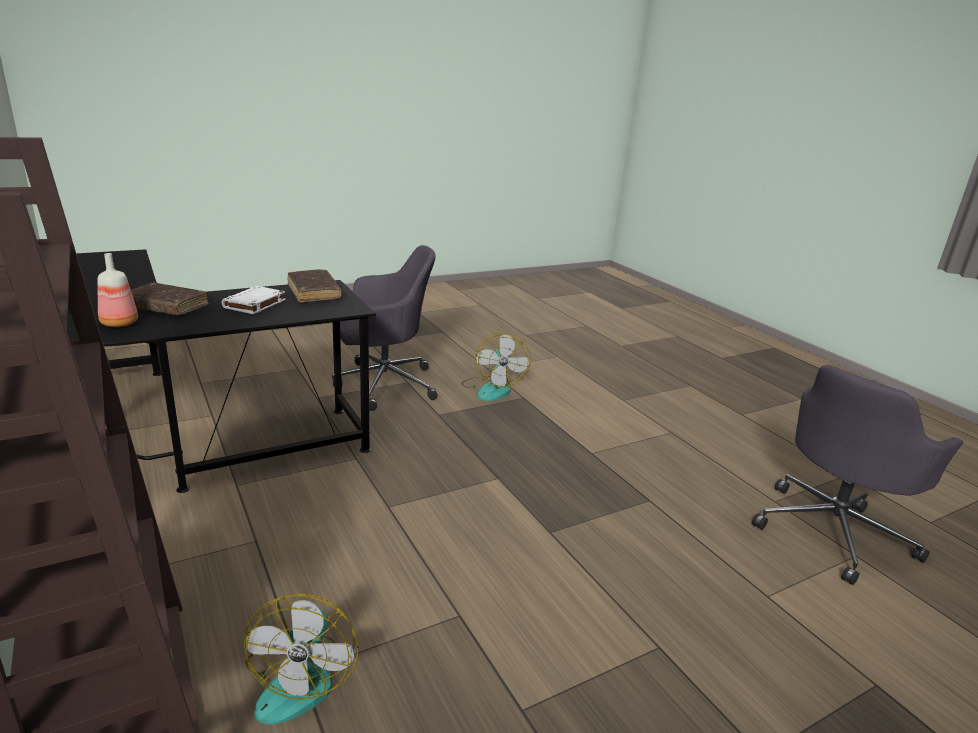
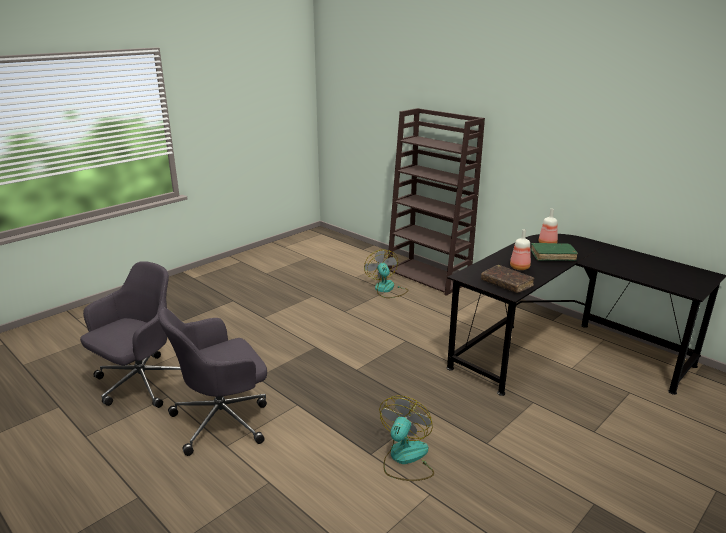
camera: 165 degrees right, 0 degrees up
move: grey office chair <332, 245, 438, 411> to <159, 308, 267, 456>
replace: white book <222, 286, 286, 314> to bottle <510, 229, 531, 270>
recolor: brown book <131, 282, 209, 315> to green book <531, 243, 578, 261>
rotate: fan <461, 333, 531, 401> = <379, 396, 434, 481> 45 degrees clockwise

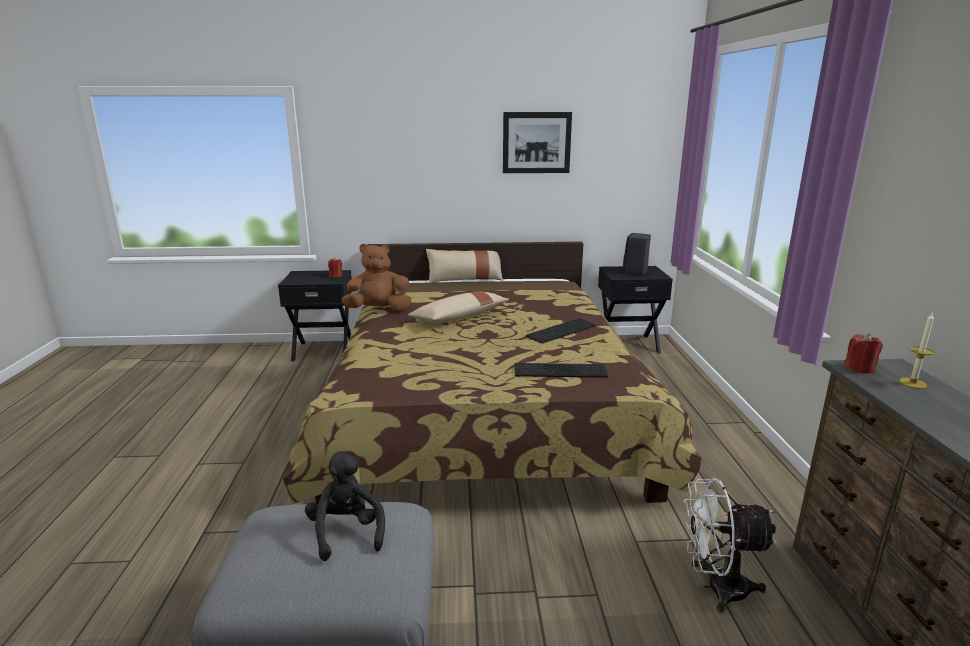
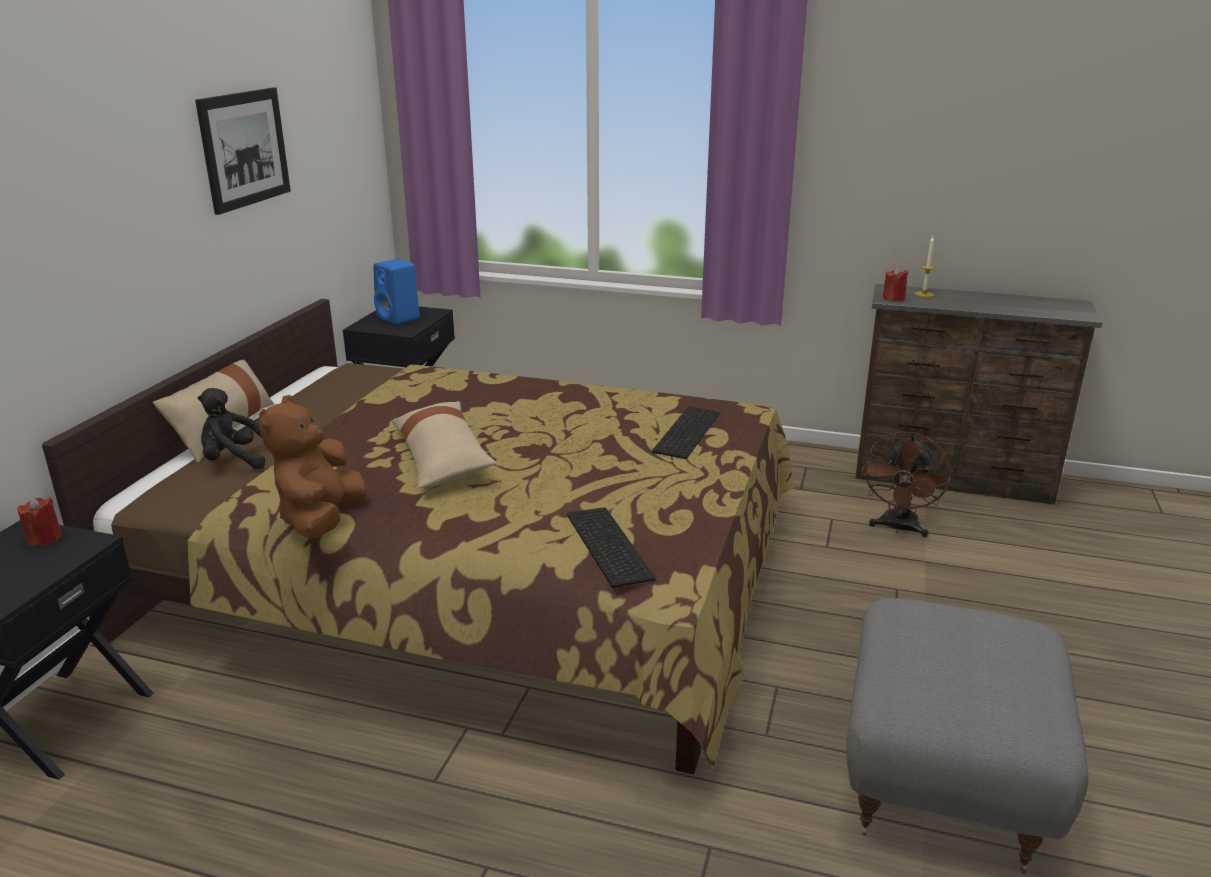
camera: 70 degrees left, 5 degrees up
move: black plush toy <305, 451, 385, 561> to <198, 388, 265, 470>; keyboard <526, 318, 596, 344> to <567, 507, 656, 588>
recolor: black speaker <623, 233, 651, 275> to blue speaker <373, 259, 420, 324>; white fan <683, 478, 777, 613> to brown fan <861, 432, 951, 537>

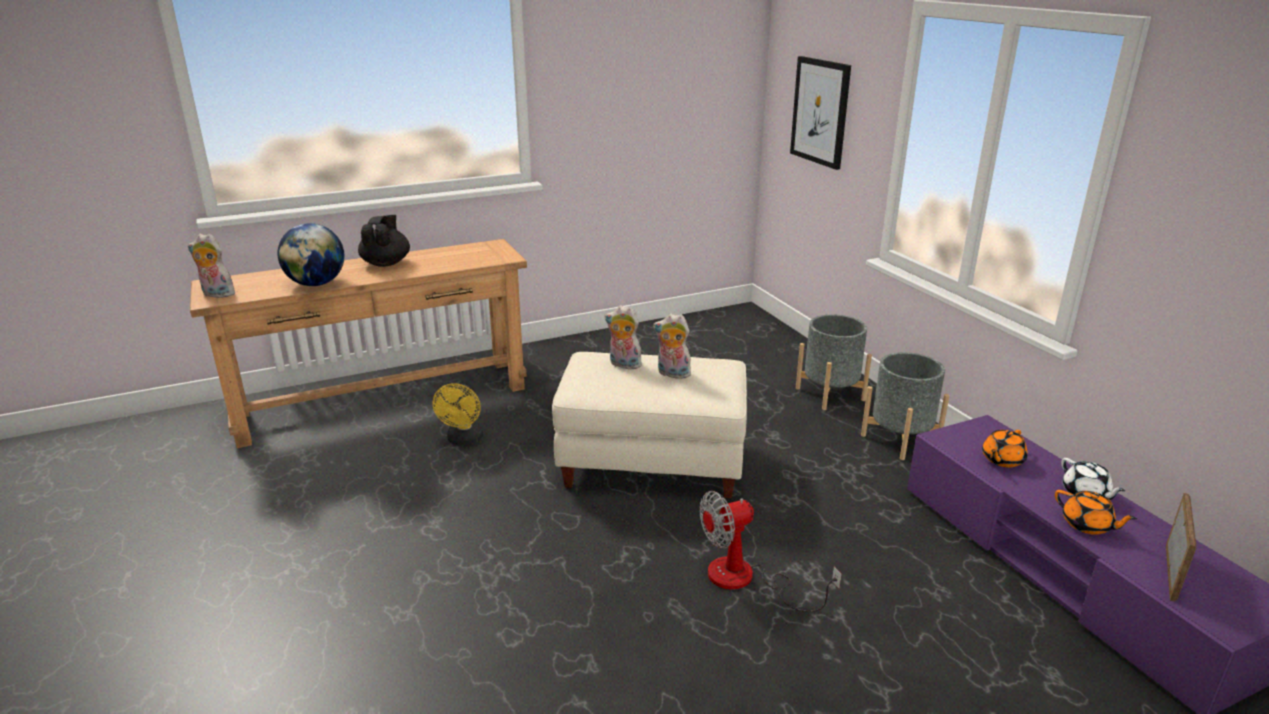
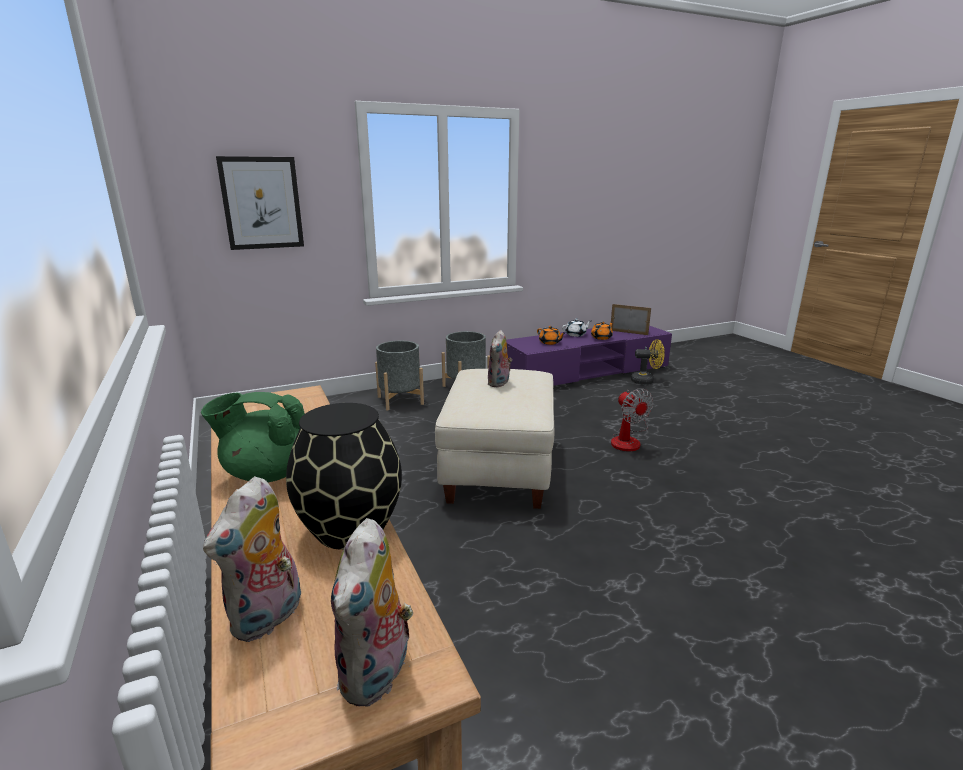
camera: 90 degrees left, 5 degrees down
move: yellow fan <433, 383, 483, 445> to <631, 339, 665, 384>; plush toy <605, 305, 642, 369> to <203, 476, 301, 642>
replace: globe <277, 223, 344, 286> to black vase <286, 403, 402, 550>
recolor: black teapot <358, 215, 410, 267> to green teapot <201, 392, 305, 482>

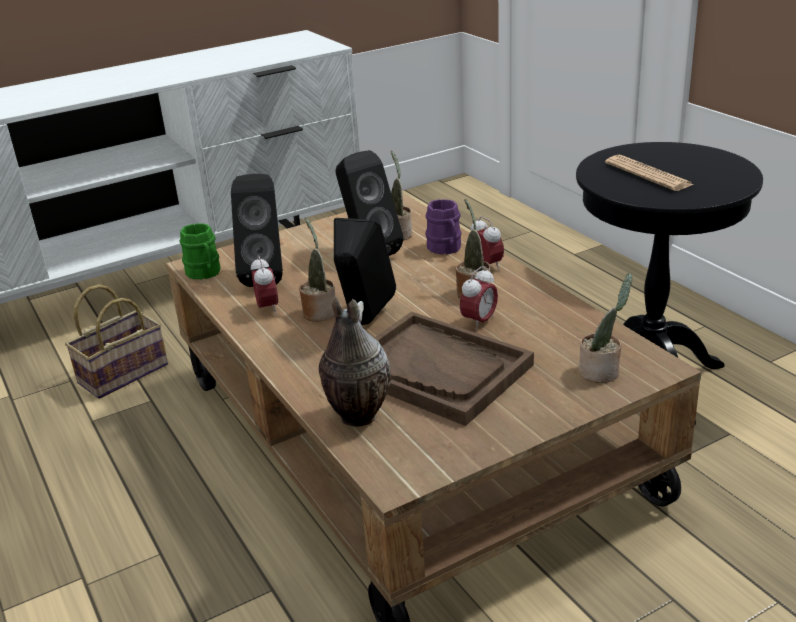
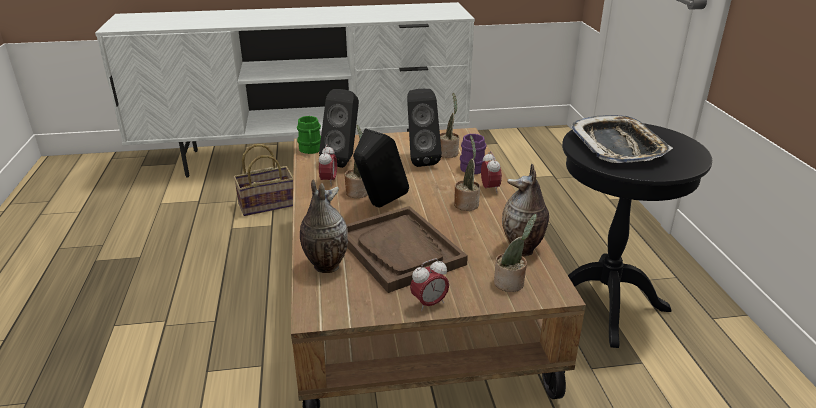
camera: 20 degrees right, 0 degrees up
insert: vase <502, 164, 549, 256>
move: alarm clock <460, 266, 498, 331> to <410, 259, 449, 312>
replace: newspaper <605, 155, 694, 191> to tray <570, 115, 673, 163>

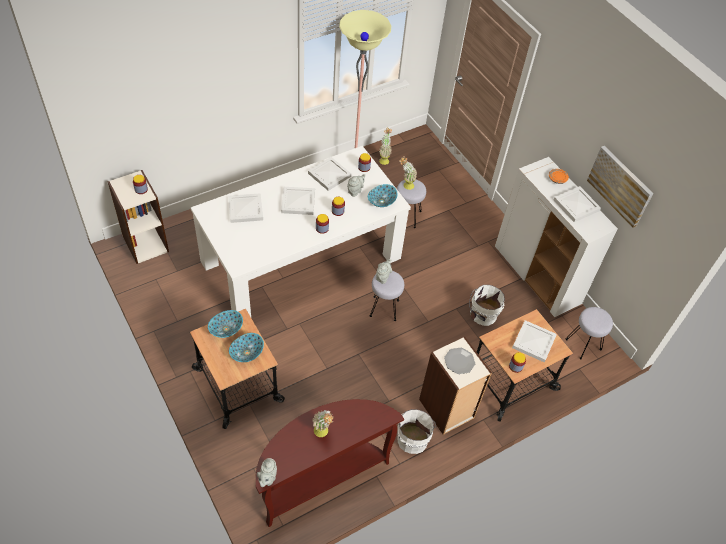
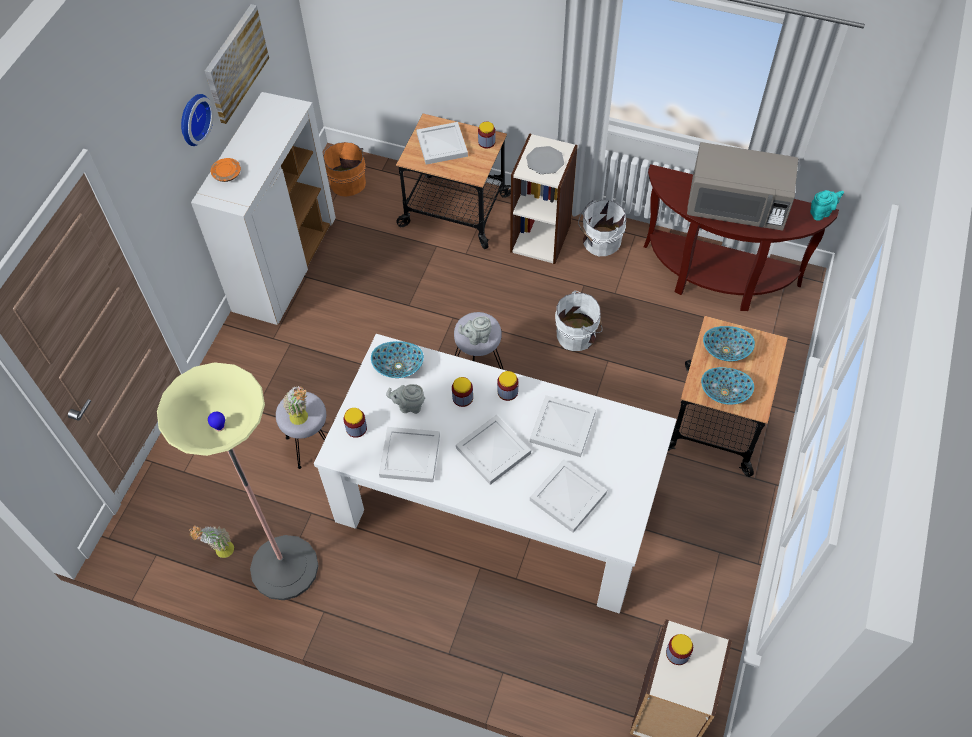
camera: 125 degrees left, 5 degrees up
insert: wall clock <181, 94, 214, 146>
move: white bucket <469, 285, 505, 326> to <555, 291, 603, 351>; white tray <554, 186, 601, 222> to <530, 395, 596, 457>
replace: potted plant <312, 411, 334, 437> to grey microwave <687, 142, 798, 231>; grey stool <566, 307, 613, 359> to orange bucket <323, 142, 366, 197>
recolor: grey teapot <257, 458, 277, 487> to turquoise teapot <810, 190, 844, 221>

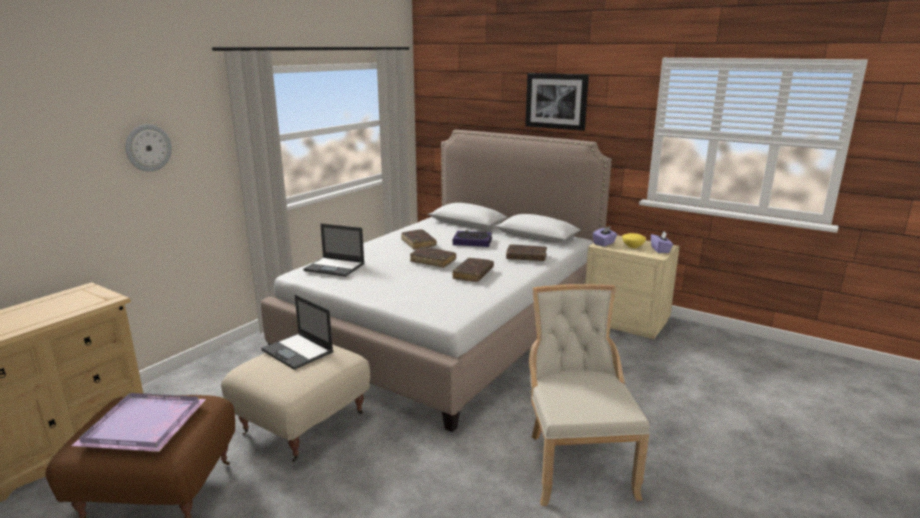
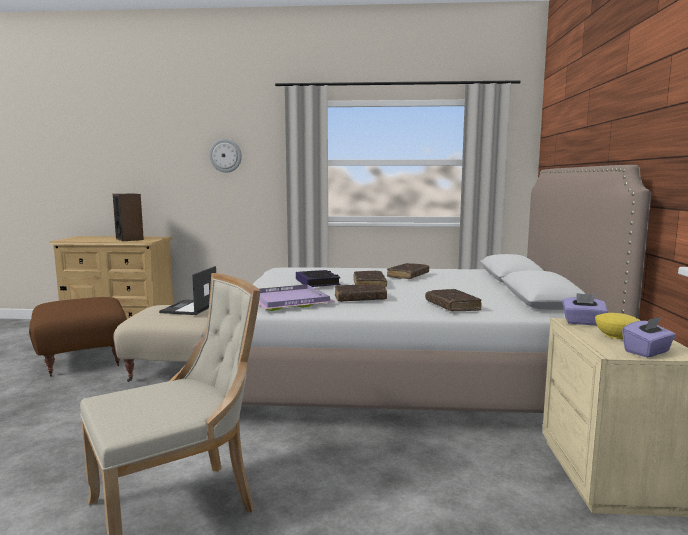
camera: 60 degrees right, 10 degrees down
delete: laptop <303, 223, 365, 277>; picture <525, 73, 589, 131>
insert: speaker <113, 194, 144, 241>
move: purple tray <72, 393, 206, 452> to <259, 284, 336, 311>; book <453, 230, 492, 247> to <296, 270, 340, 287>

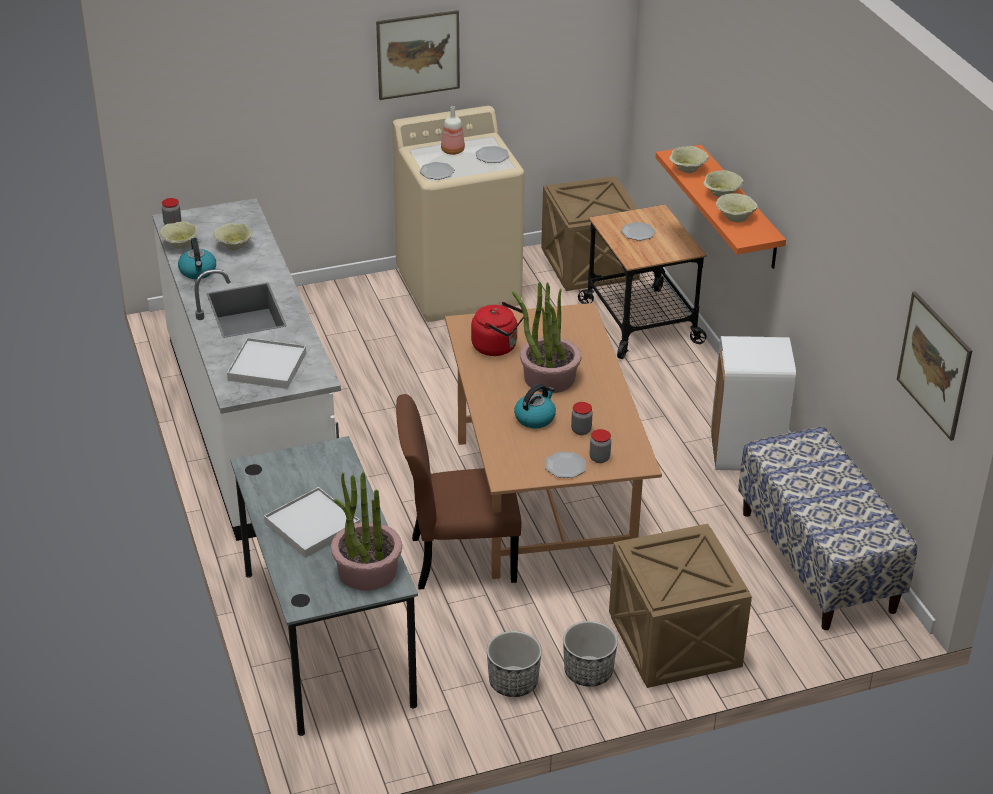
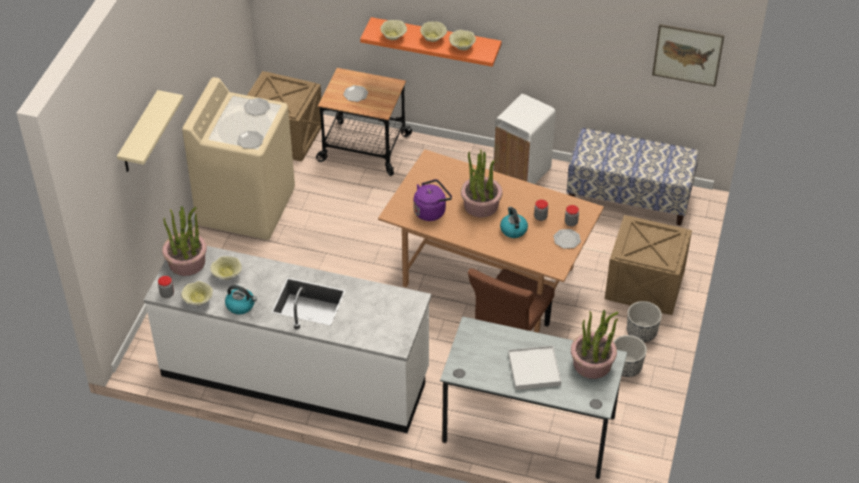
camera: 55 degrees left, 10 degrees up
delete: white tray <227, 338, 306, 389>; picture <376, 10, 460, 100>; bottle <441, 106, 465, 155>
insert: beige shelf <117, 90, 183, 172>; potted plant <162, 206, 207, 276>
recolor: red kettle <471, 302, 524, 356> to purple kettle <414, 179, 452, 221>

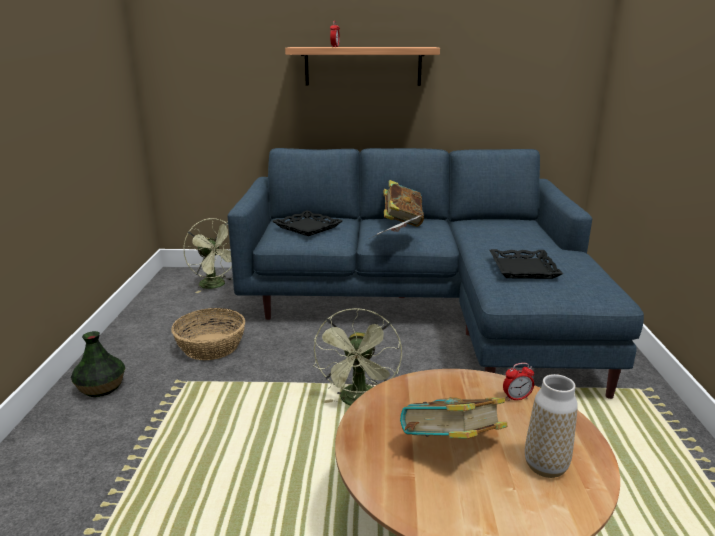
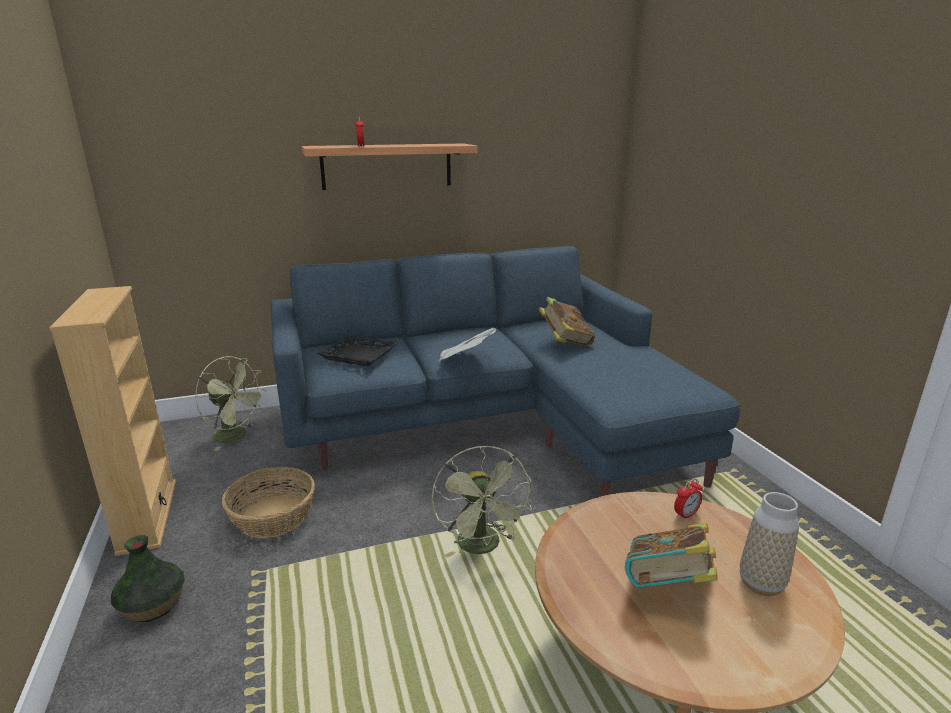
camera: 20 degrees left, 0 degrees up
delete: black tray <490, 249, 563, 279>
insert: beige bookcase <49, 286, 176, 556>
move: book <384, 180, 424, 227> to <539, 297, 595, 346>

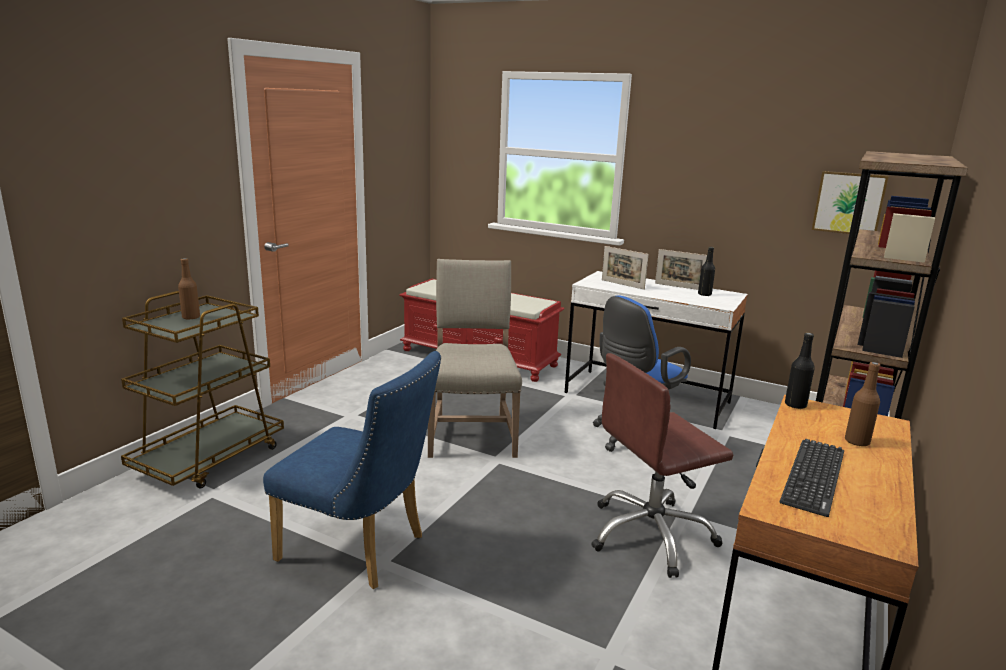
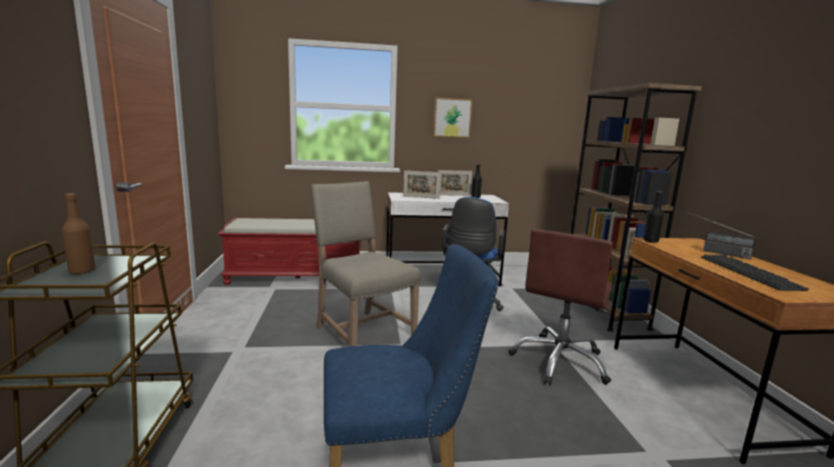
camera: 35 degrees left, 5 degrees down
move: picture <812, 171, 889, 234> to <433, 98, 473, 138>
replace: brown bottle <845, 362, 880, 447> to radio <687, 212, 756, 260>

